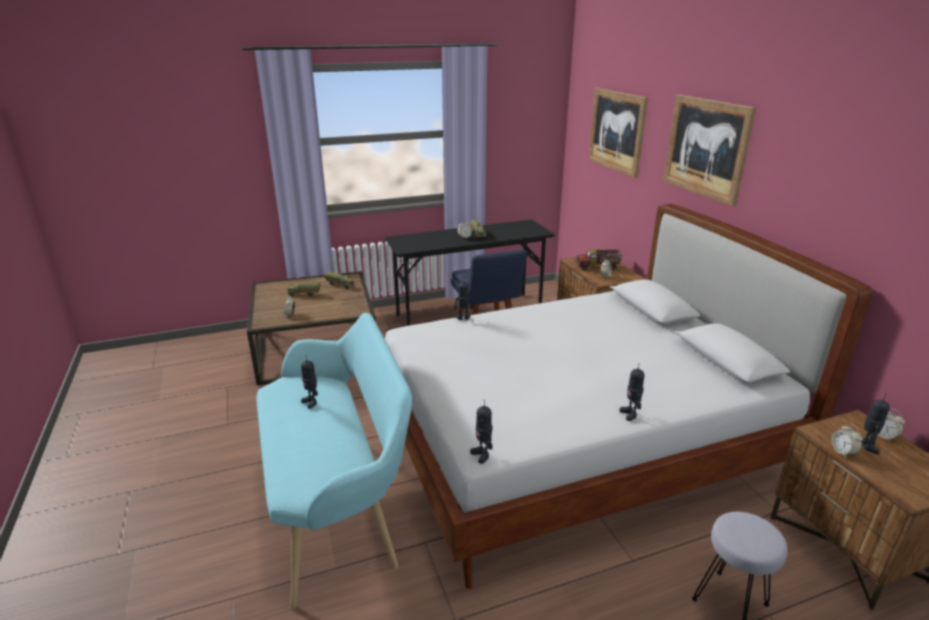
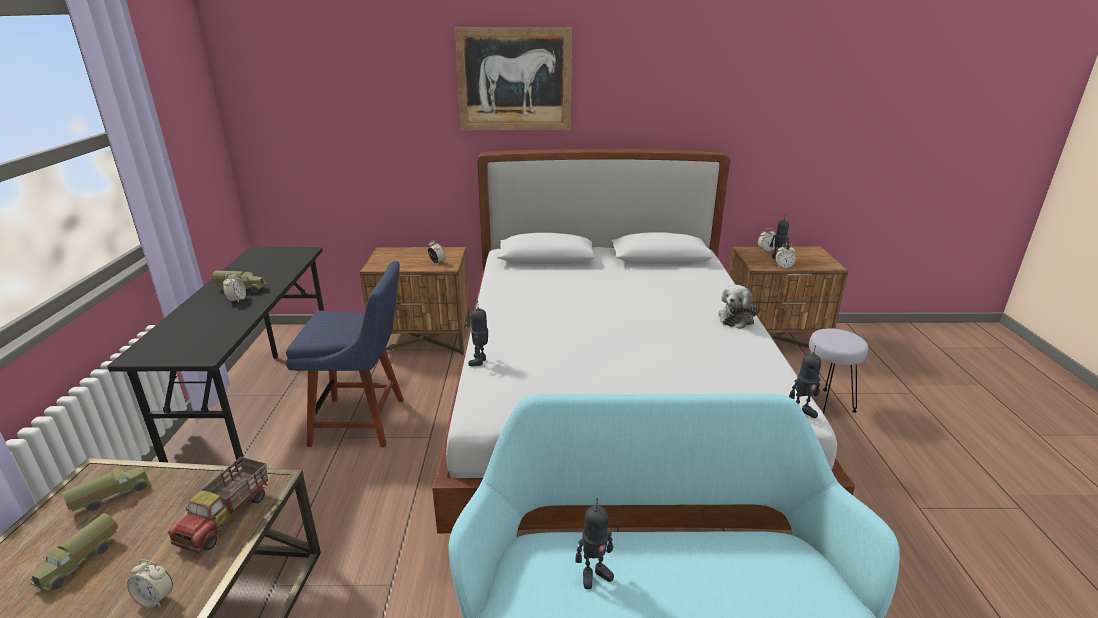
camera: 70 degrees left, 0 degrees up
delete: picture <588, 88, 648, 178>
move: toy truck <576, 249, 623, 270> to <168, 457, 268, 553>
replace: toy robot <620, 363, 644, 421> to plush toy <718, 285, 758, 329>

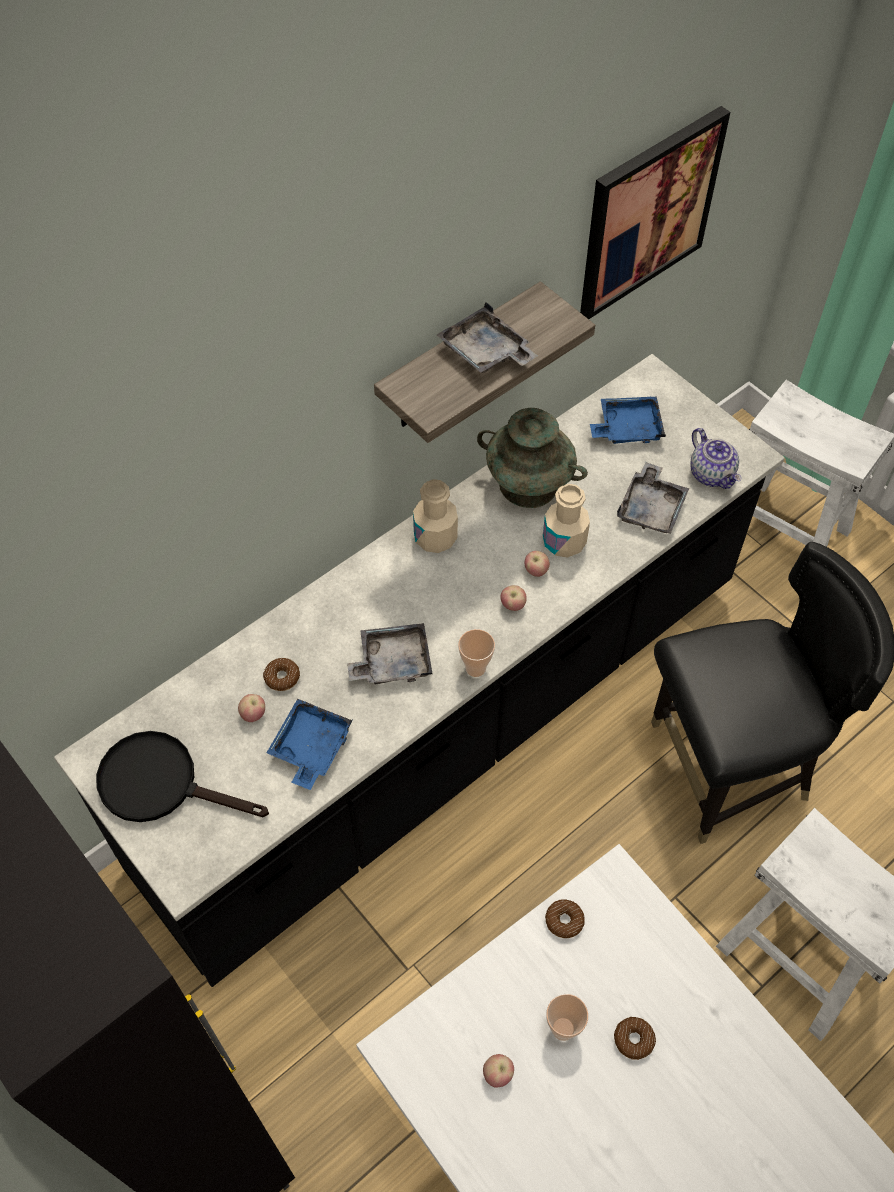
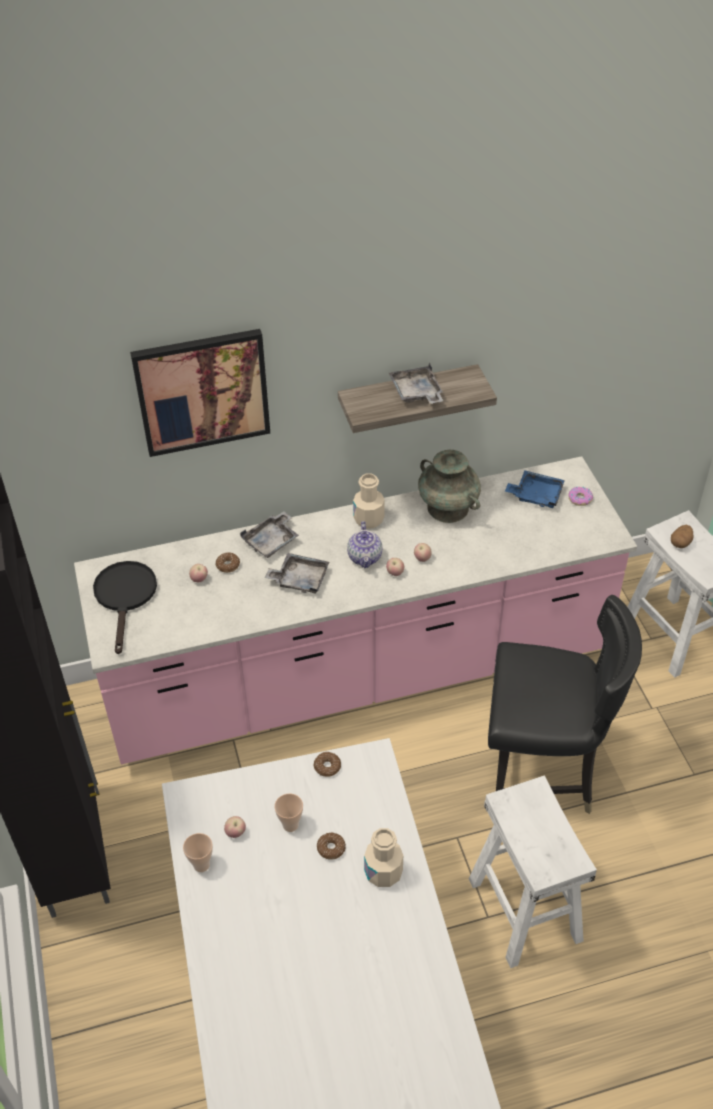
camera: 25 degrees right, 10 degrees down
delete: blue tray <267, 699, 353, 790>
insert: donut <568, 487, 593, 506>; potato <671, 525, 693, 548>
move: cup <458, 629, 495, 677> to <183, 833, 213, 872>; beige bottle <543, 484, 590, 558> to <364, 828, 403, 887>; picture <580, 106, 730, 319> to <130, 329, 270, 457>; grey tray <617, 462, 689, 534> to <240, 511, 299, 558>; teapot <690, 428, 742, 489> to <347, 521, 382, 568>
recolor: black counter <54, 354, 784, 987> to pink counter <74, 456, 637, 764>
rotate: black frying pan <96, 731, 269, 822> = <93, 561, 157, 654> 45 degrees clockwise

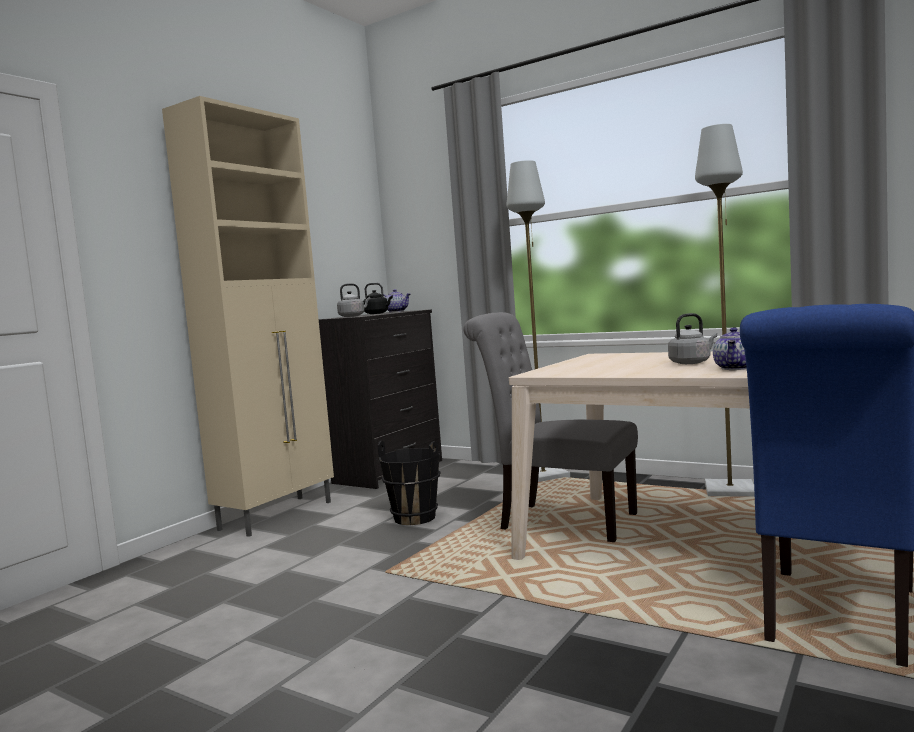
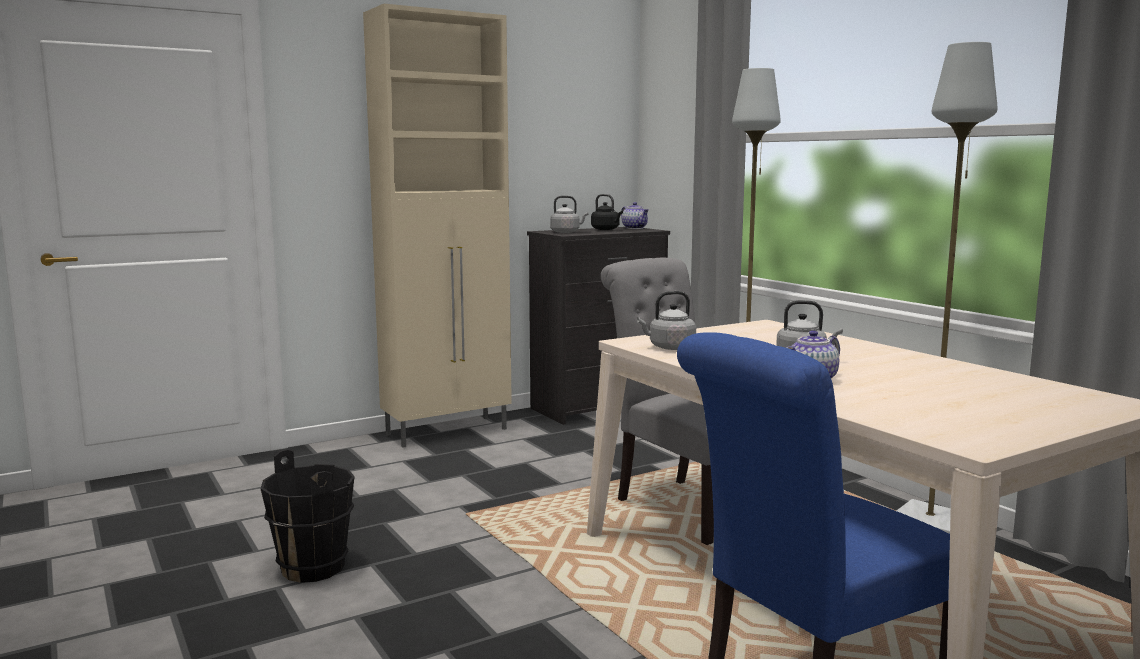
camera: 25 degrees right, 5 degrees up
insert: grey kettle <637, 291, 696, 350>
move: black bucket <378, 441, 441, 525> to <261, 449, 355, 583>

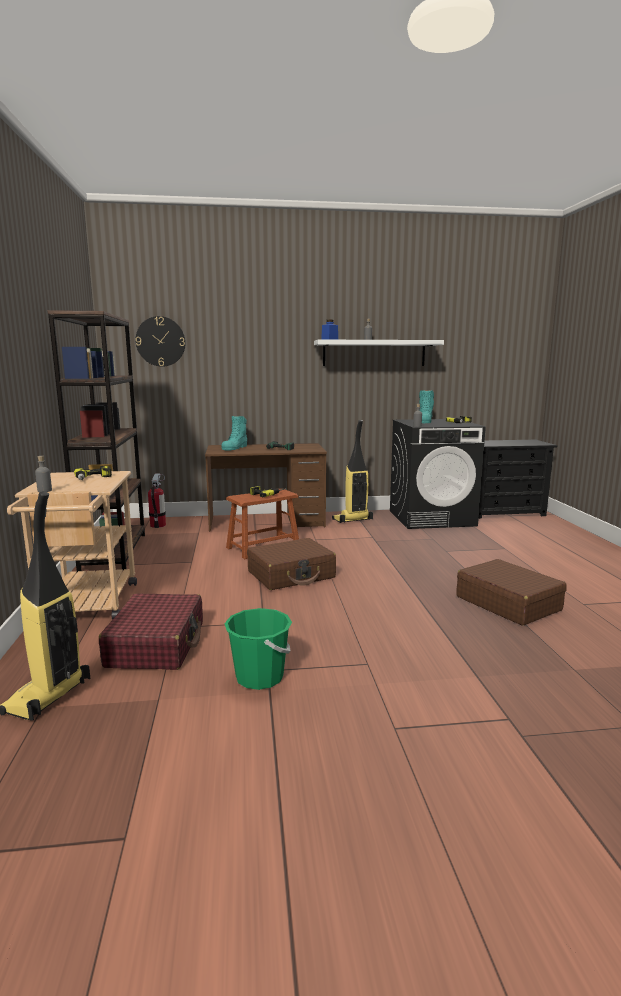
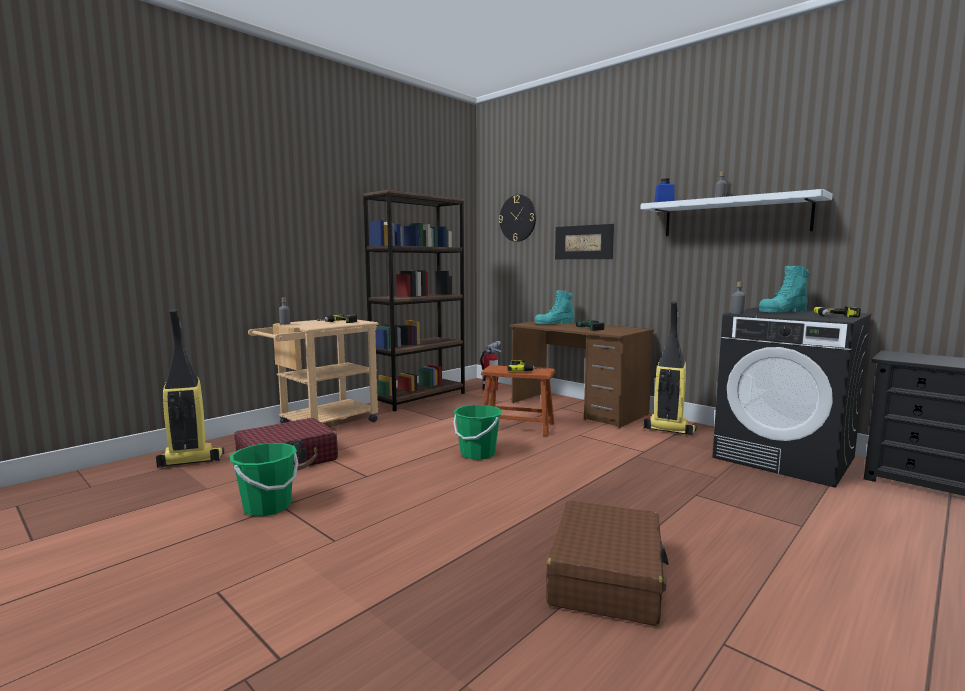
camera: 50 degrees right, 5 degrees down
insert: picture <555, 224, 614, 259>
replace: brown suitcase <247, 538, 336, 590> to green bucket <453, 405, 502, 460>

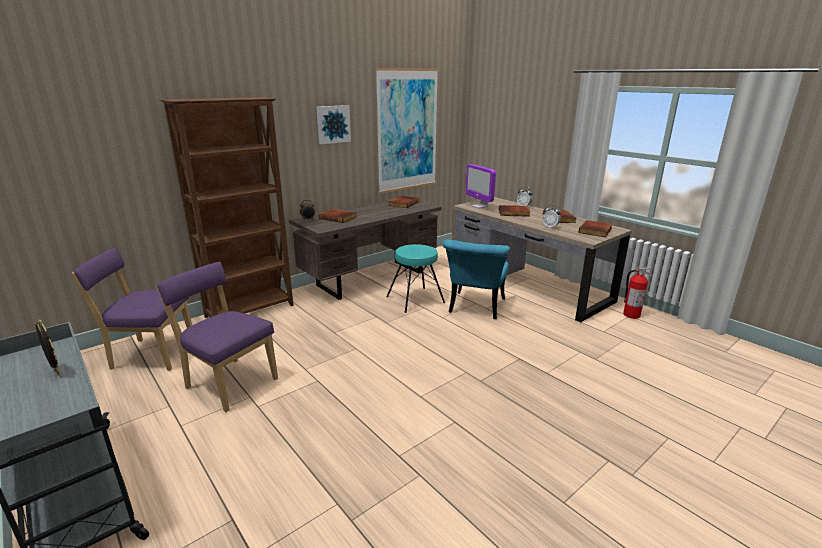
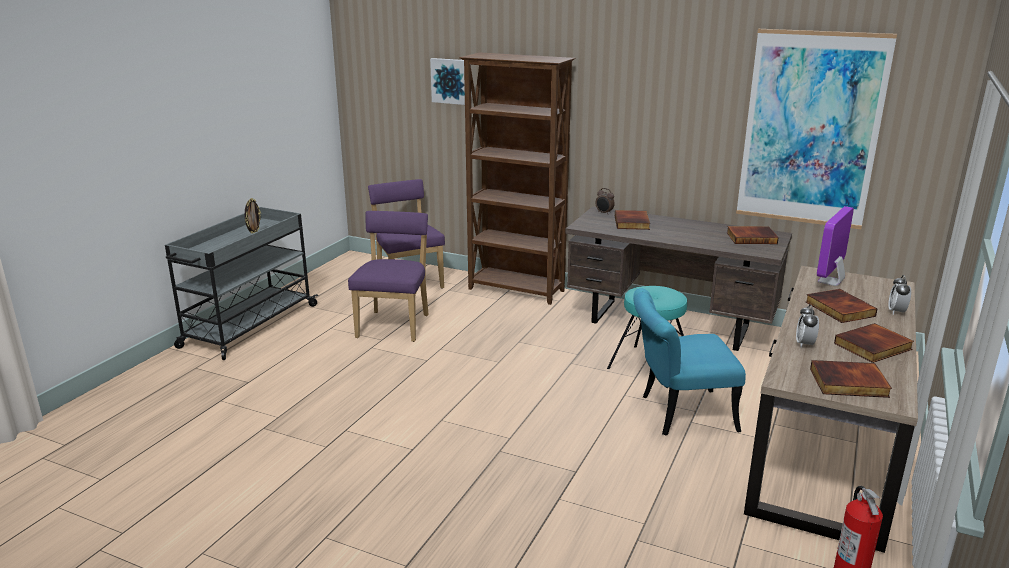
camera: 65 degrees right, 0 degrees up
move: picture <316, 105, 351, 144> to <430, 58, 472, 105>

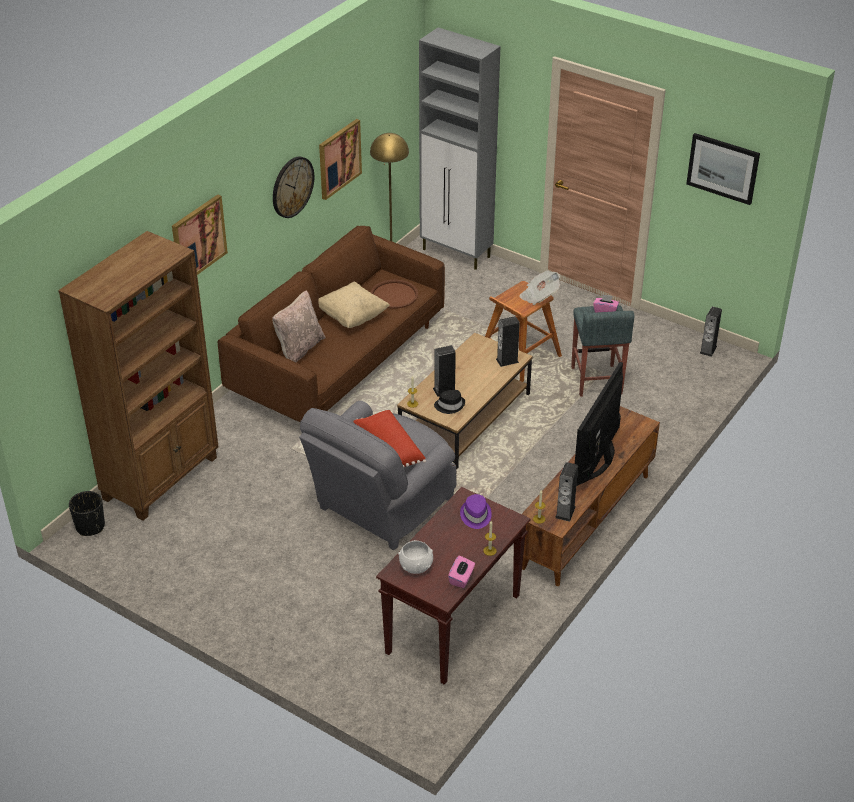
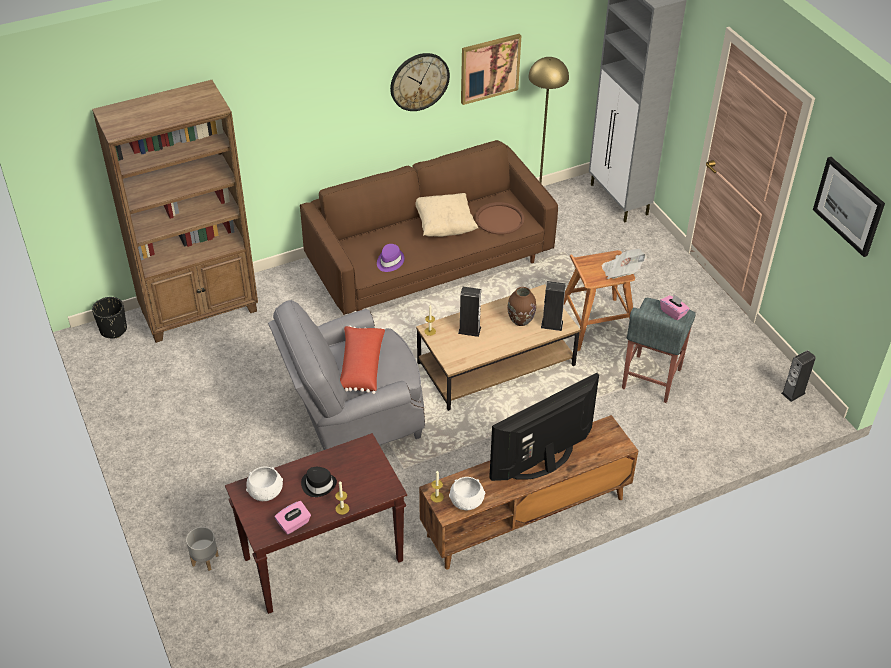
camera: 30 degrees right, 5 degrees up
delete: picture <172, 195, 228, 275>; beige pillow <272, 290, 325, 362>
insert: grey planter <186, 527, 219, 571>; brown vase <508, 287, 536, 326>
move: black hat <434, 390, 465, 414> to <301, 467, 337, 497>; purple hat <460, 494, 492, 529> to <377, 244, 404, 272>
replace: speaker <555, 462, 578, 522> to white bowl <449, 477, 485, 510>

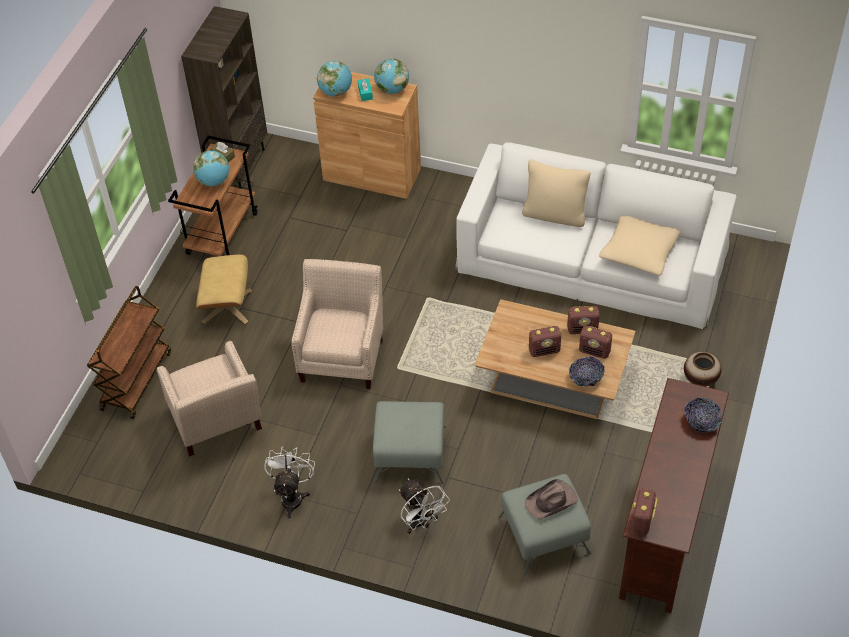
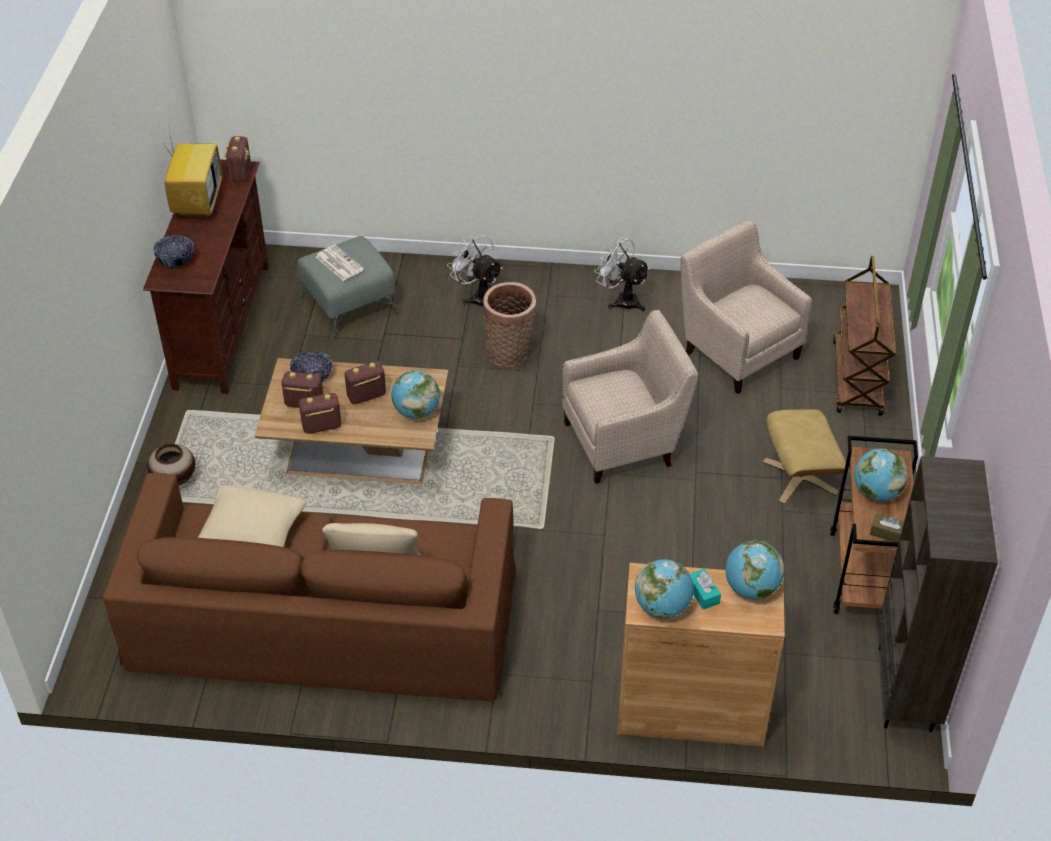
camera: 165 degrees right, 5 degrees down
insert: television <164, 126, 222, 218>; globe <391, 370, 440, 419>
replace: grey ottoman <373, 401, 446, 484> to basket <483, 282, 537, 367>; brown hat <525, 479, 578, 519> to newspaper <316, 245, 364, 281>
recolor: white sofa <456, 142, 737, 329> to brown sofa <103, 473, 516, 702>
rotate: white fan <264, 446, 315, 518> = <595, 236, 650, 312> 135 degrees clockwise; beige armchair <291, 259, 383, 389> = <562, 310, 698, 484> 105 degrees counterclockwise

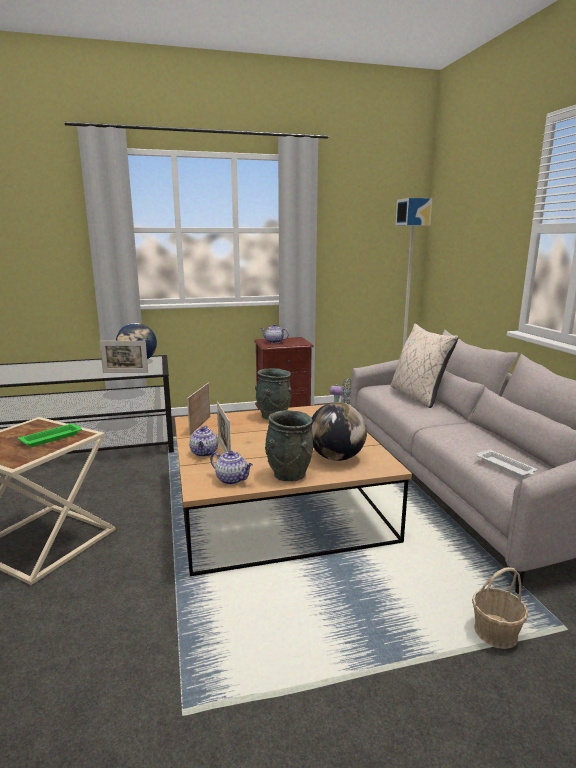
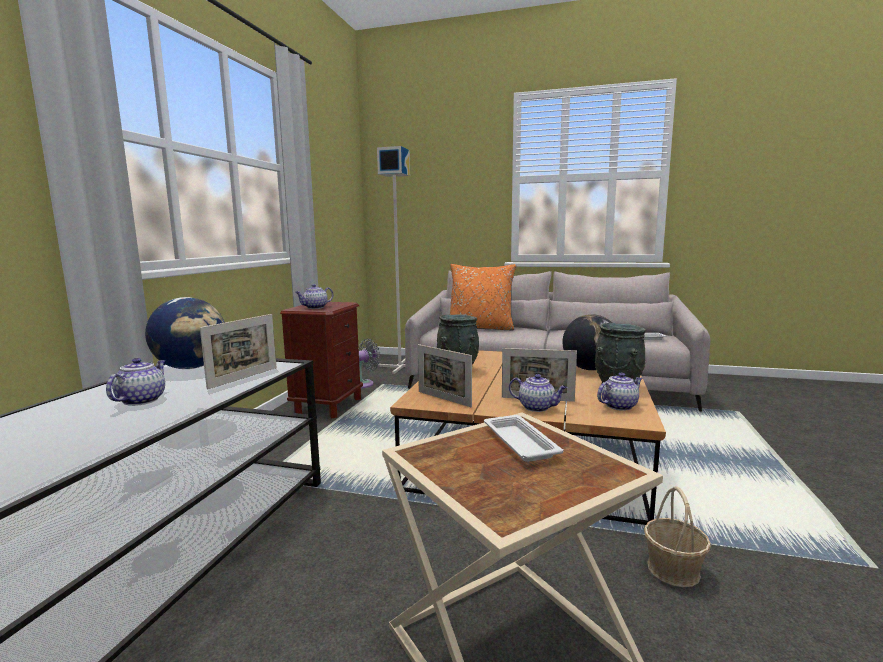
camera: 60 degrees left, 5 degrees down
insert: teapot <106, 358, 166, 406>
move: basket <472, 567, 528, 649> to <644, 486, 711, 587>
recolor: green tray <18, 424, 82, 447> to white tray <484, 415, 564, 462>; beige pillow <391, 323, 458, 408> to orange pillow <450, 264, 516, 331>

